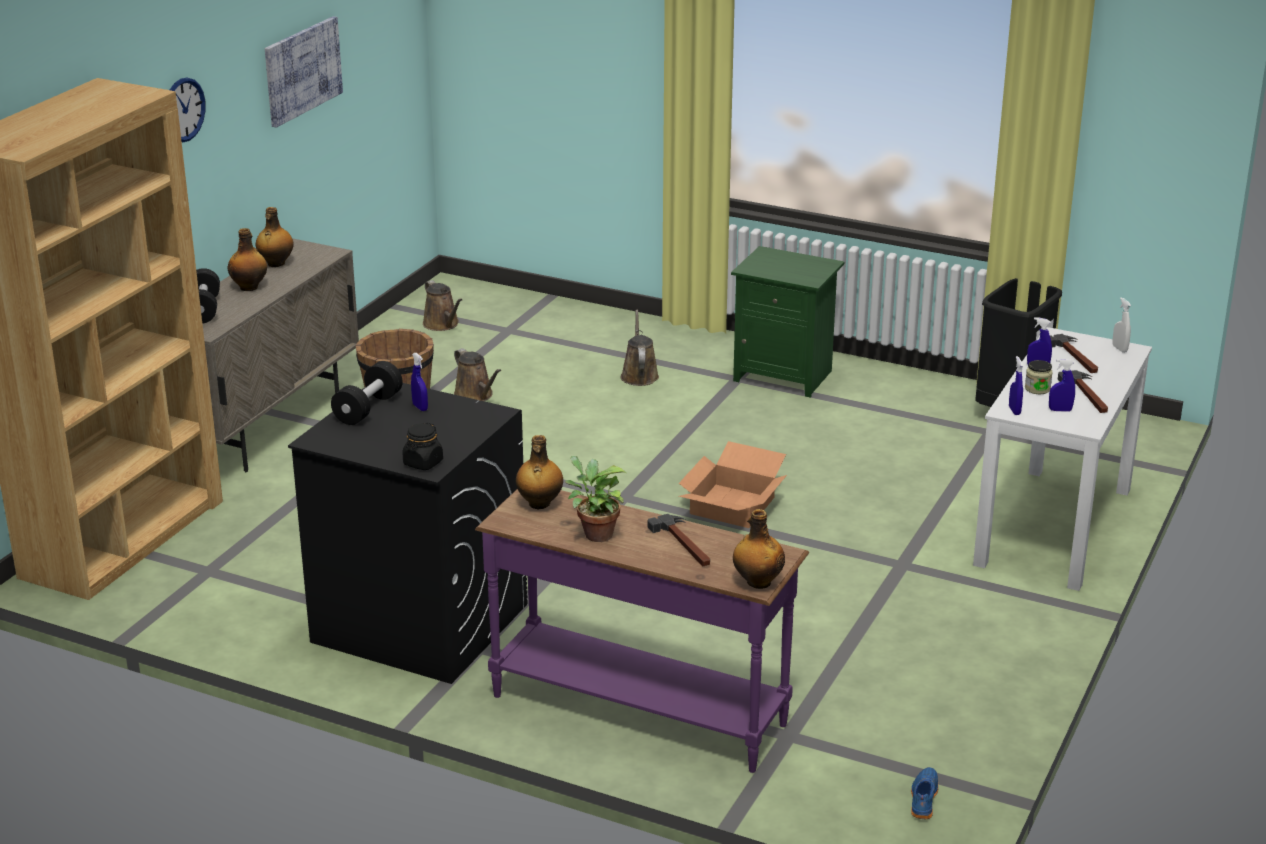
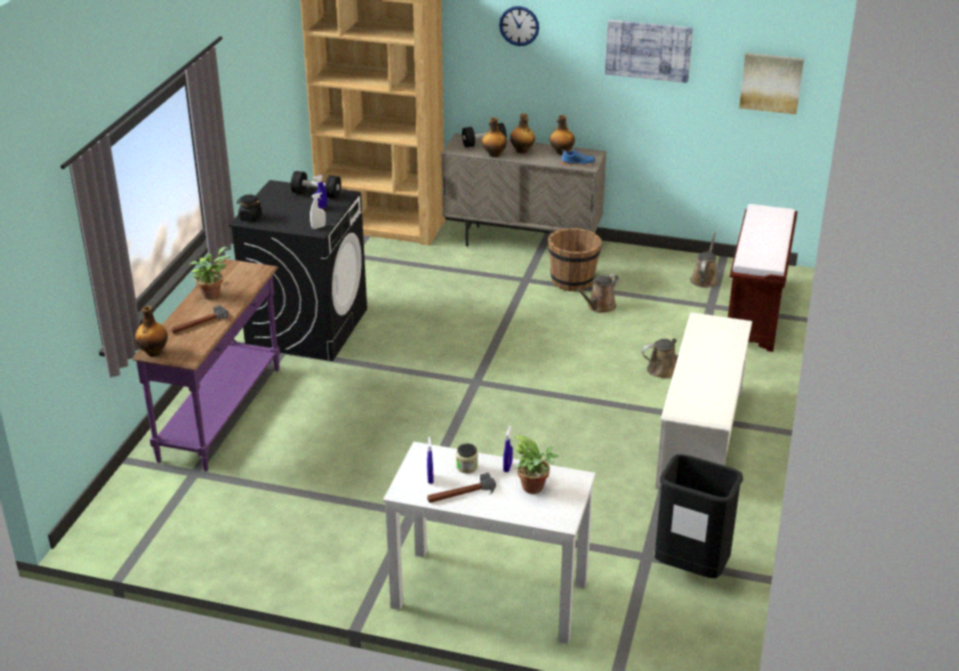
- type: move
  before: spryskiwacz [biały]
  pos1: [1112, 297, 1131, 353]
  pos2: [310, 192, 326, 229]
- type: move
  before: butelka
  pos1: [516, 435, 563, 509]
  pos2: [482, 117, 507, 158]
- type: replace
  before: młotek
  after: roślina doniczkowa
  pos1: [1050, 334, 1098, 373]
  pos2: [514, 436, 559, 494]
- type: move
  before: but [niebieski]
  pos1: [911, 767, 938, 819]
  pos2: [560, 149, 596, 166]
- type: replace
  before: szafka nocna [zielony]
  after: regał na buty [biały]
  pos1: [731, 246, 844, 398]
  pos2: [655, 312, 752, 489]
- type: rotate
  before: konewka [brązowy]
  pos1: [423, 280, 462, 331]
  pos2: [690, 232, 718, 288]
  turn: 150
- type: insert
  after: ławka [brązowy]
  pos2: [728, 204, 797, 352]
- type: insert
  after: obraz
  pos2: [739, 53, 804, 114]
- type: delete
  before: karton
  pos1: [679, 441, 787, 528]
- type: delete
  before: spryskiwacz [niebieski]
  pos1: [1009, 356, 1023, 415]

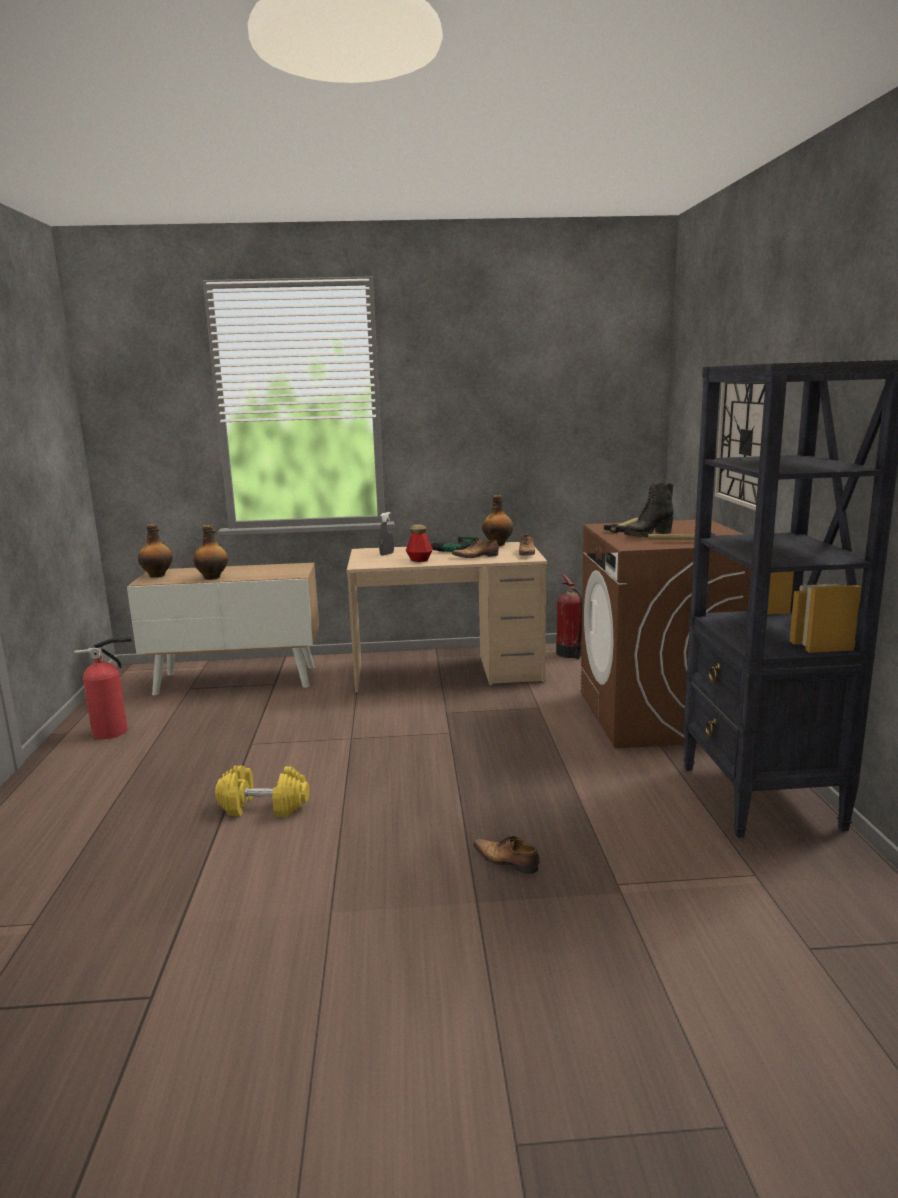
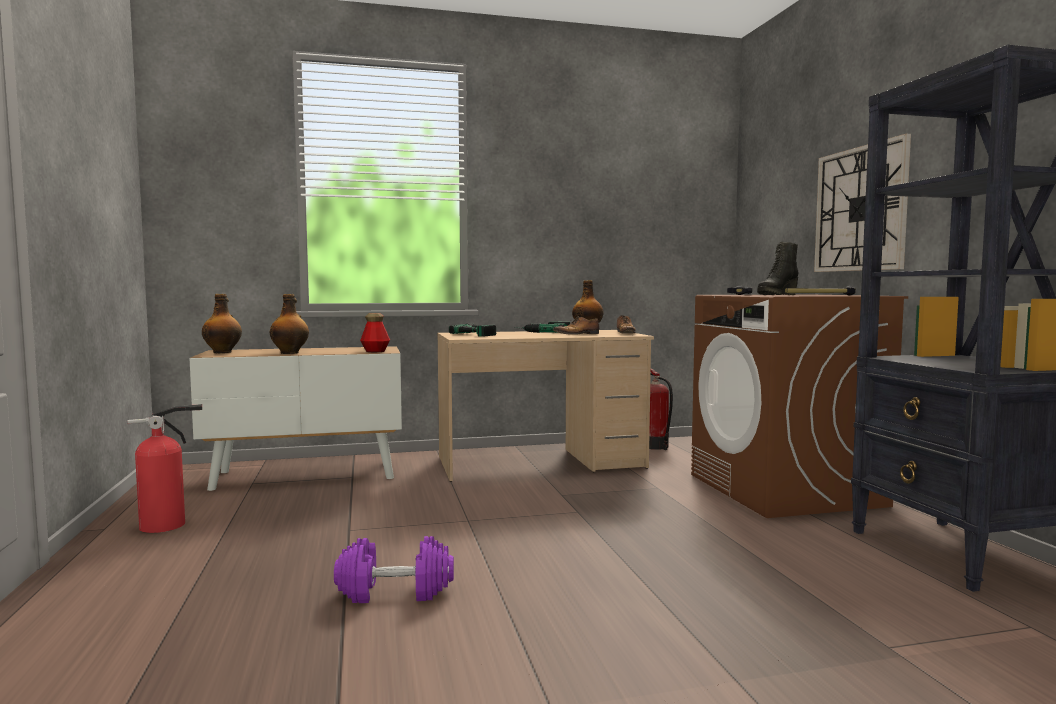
- type: recolor
  before: hantel [żółty]
  after: hantel [fioletowy]
  pos1: [215, 766, 310, 817]
  pos2: [334, 536, 454, 603]
- type: move
  before: butelka
  pos1: [406, 524, 433, 562]
  pos2: [360, 313, 390, 352]
- type: replace
  before: spryskiwacz [szary]
  after: wiertarka
  pos1: [379, 512, 394, 556]
  pos2: [449, 324, 496, 337]
- type: delete
  before: but
  pos1: [473, 835, 540, 874]

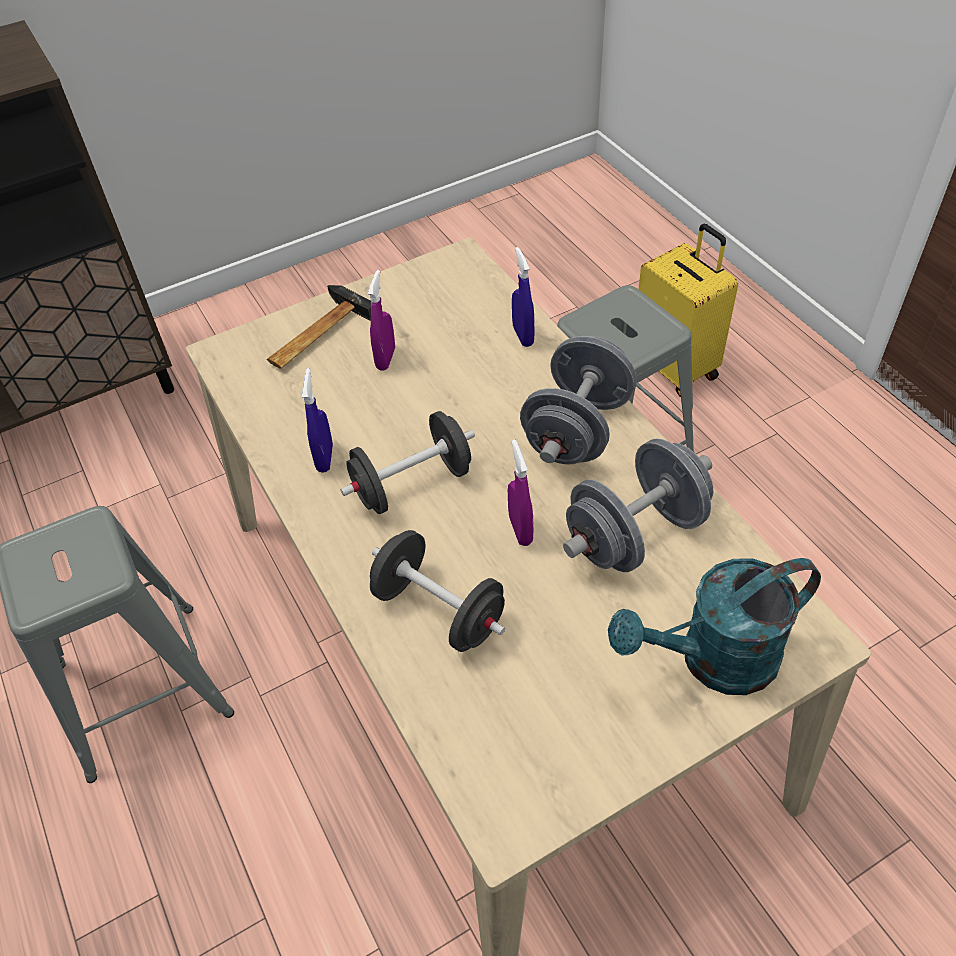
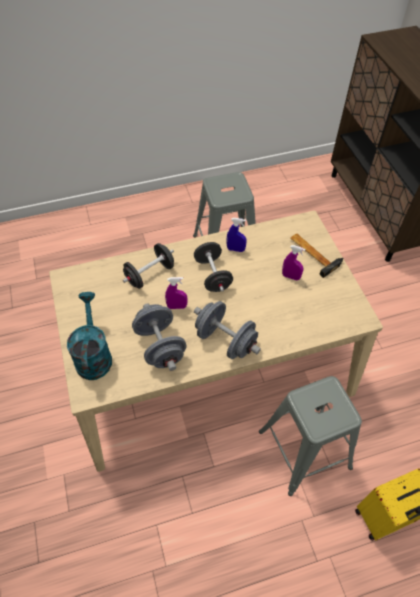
- type: delete
  before: spryskiwacz [niebieski]
  pos1: [512, 247, 535, 347]

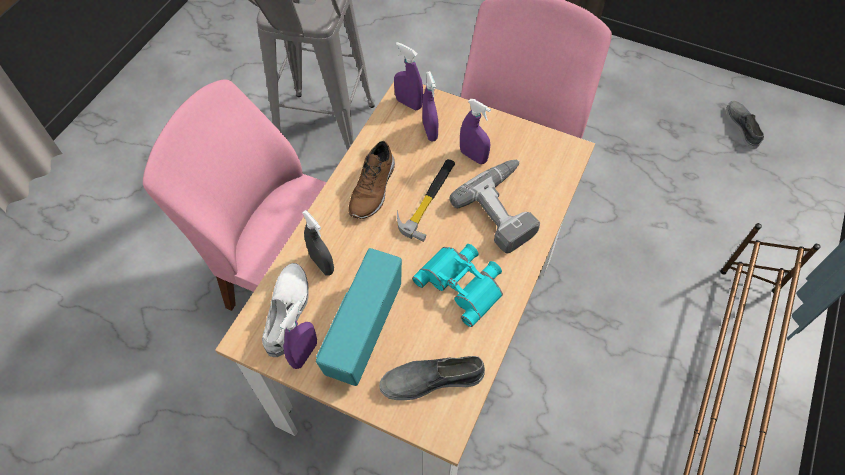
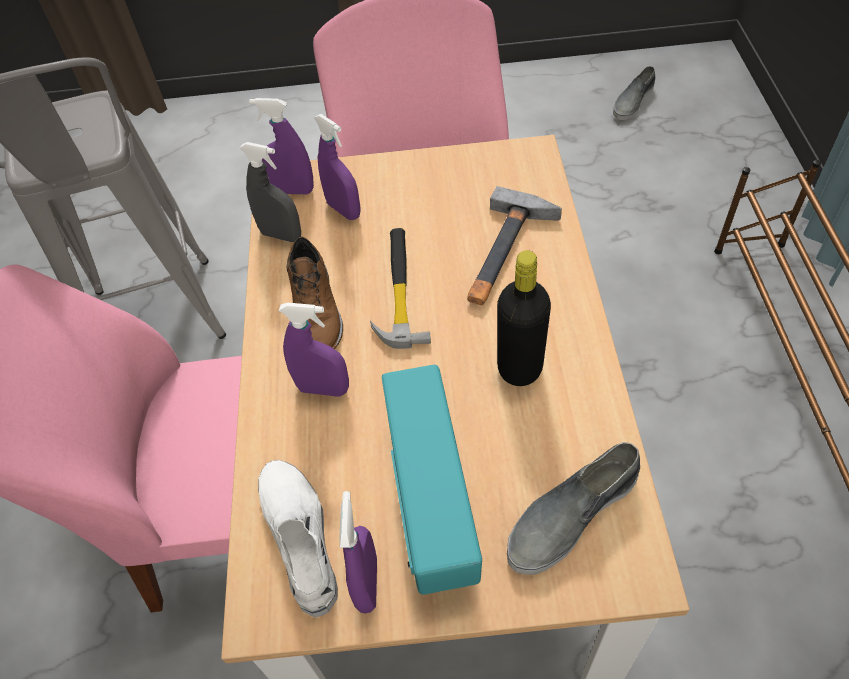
- type: move
  before: spryskiwacz [szary]
  pos1: [302, 210, 334, 276]
  pos2: [240, 142, 301, 242]
- type: move
  before: spryskiwacz [fioletowy]
  pos1: [460, 99, 491, 164]
  pos2: [279, 303, 349, 397]
- type: replace
  before: wiertarka
  after: młotek
  pos1: [449, 160, 540, 254]
  pos2: [467, 186, 562, 305]
- type: replace
  before: lornetka [turkusowy]
  after: butelka [czarny]
  pos1: [412, 244, 503, 327]
  pos2: [497, 250, 551, 386]
- type: rotate
  before: but [szary]
  pos1: [726, 101, 764, 149]
  pos2: [613, 66, 655, 120]
  turn: -105

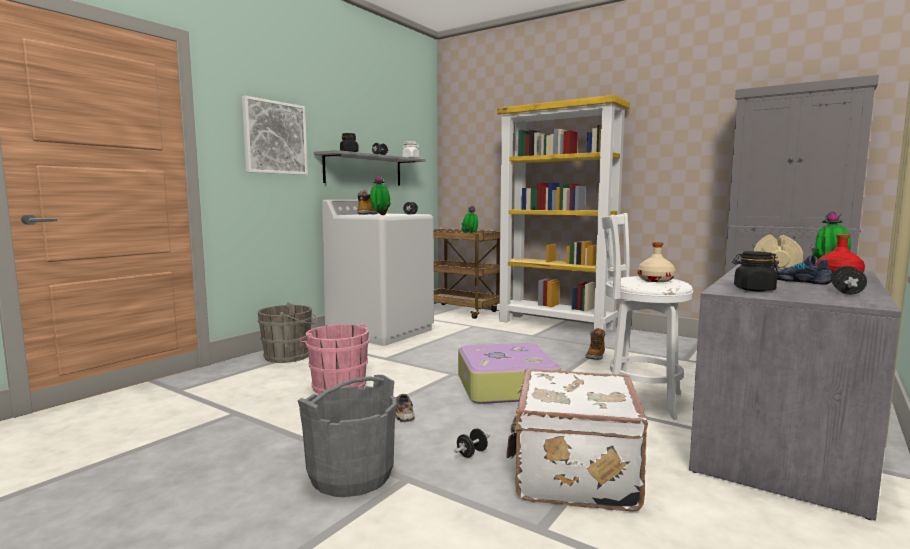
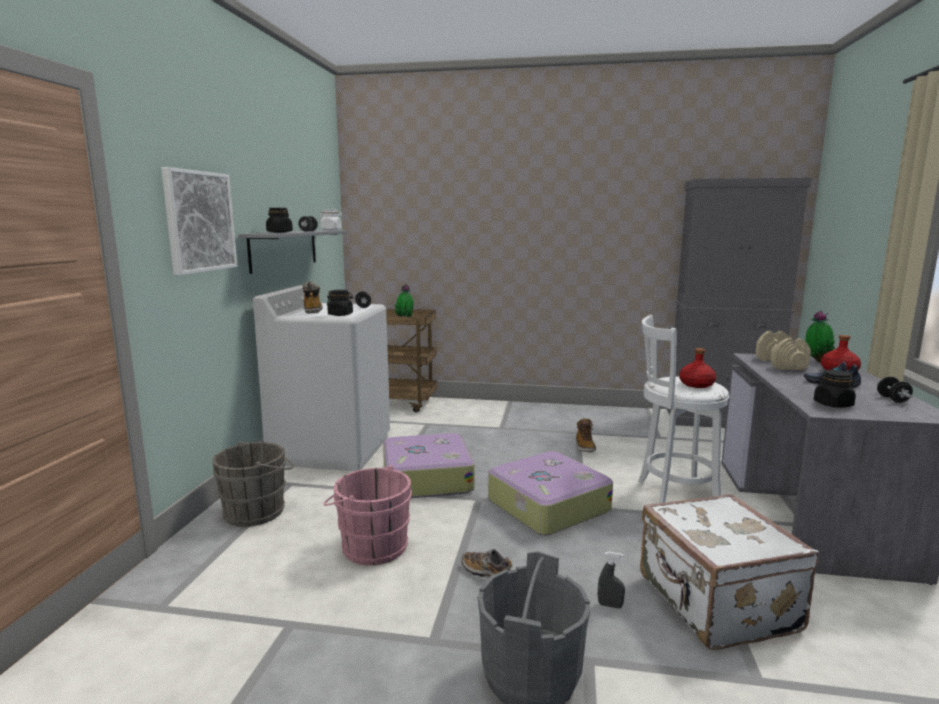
- type: replace
  before: roślina doniczkowa
  after: słoik [czarny]
  pos1: [370, 175, 391, 215]
  pos2: [327, 290, 354, 316]
- type: insert
  after: walizka
  pos2: [383, 433, 474, 498]
- type: replace
  before: hantel [czarny]
  after: spryskiwacz [szary]
  pos1: [454, 428, 490, 458]
  pos2: [598, 552, 625, 609]
- type: recolor
  before: butelka [beżowy]
  after: butelka [czerwony]
  pos1: [638, 242, 676, 282]
  pos2: [679, 348, 716, 388]
- type: delete
  before: regał [żółty]
  pos1: [497, 95, 630, 332]

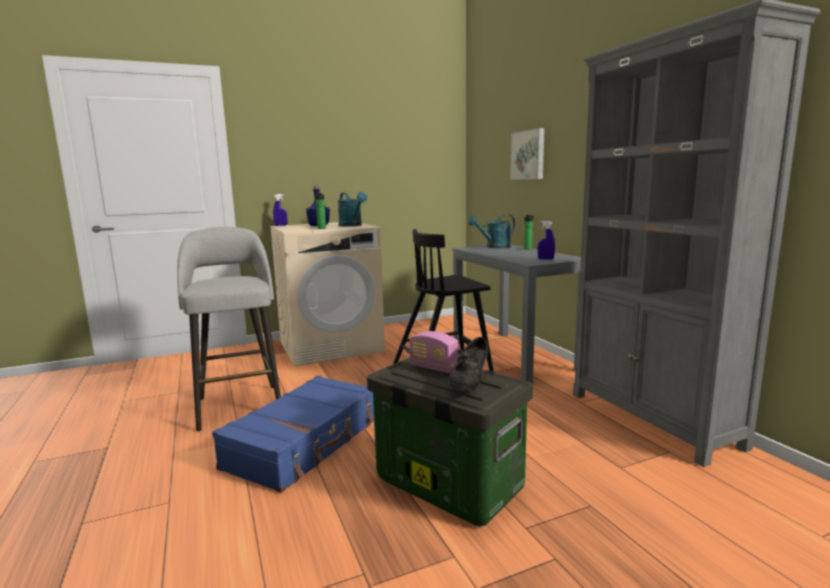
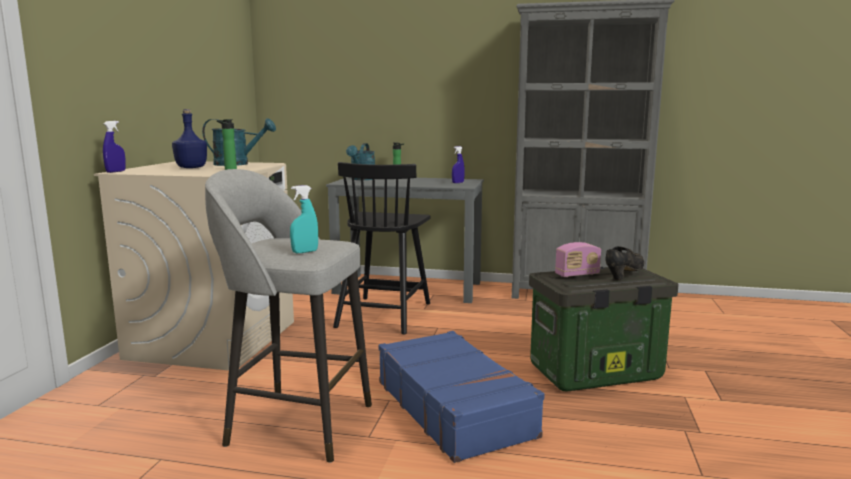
- type: insert
  after: spryskiwacz [turkusowy]
  pos2: [290, 185, 318, 253]
- type: rotate
  before: but [czarny]
  pos1: [449, 337, 488, 391]
  pos2: [605, 246, 644, 280]
  turn: -105
- type: delete
  before: obraz
  pos1: [510, 128, 545, 180]

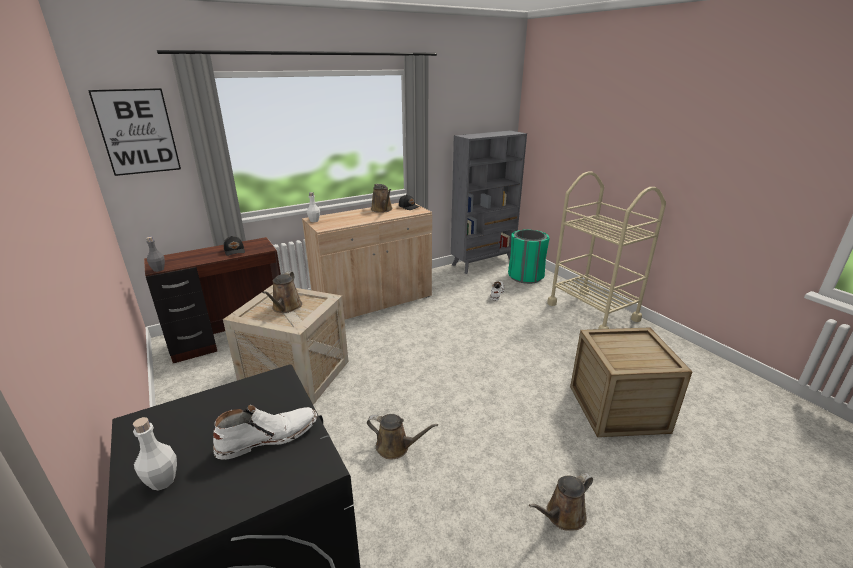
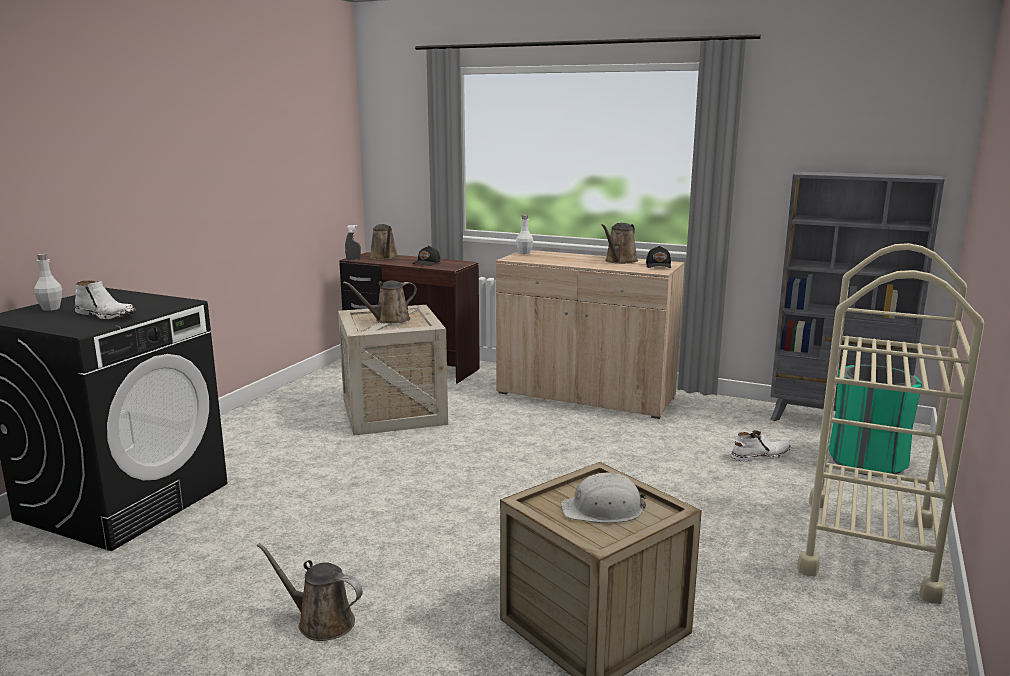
- type: replace
  before: butelka [szary]
  after: spryskiwacz [szary]
  pos1: [146, 237, 165, 272]
  pos2: [345, 225, 361, 260]
- type: move
  before: konewka [brązowy]
  pos1: [367, 414, 438, 460]
  pos2: [370, 224, 398, 260]
- type: insert
  after: kask [biały]
  pos2: [561, 472, 647, 523]
- type: delete
  before: obraz
  pos1: [88, 88, 181, 176]

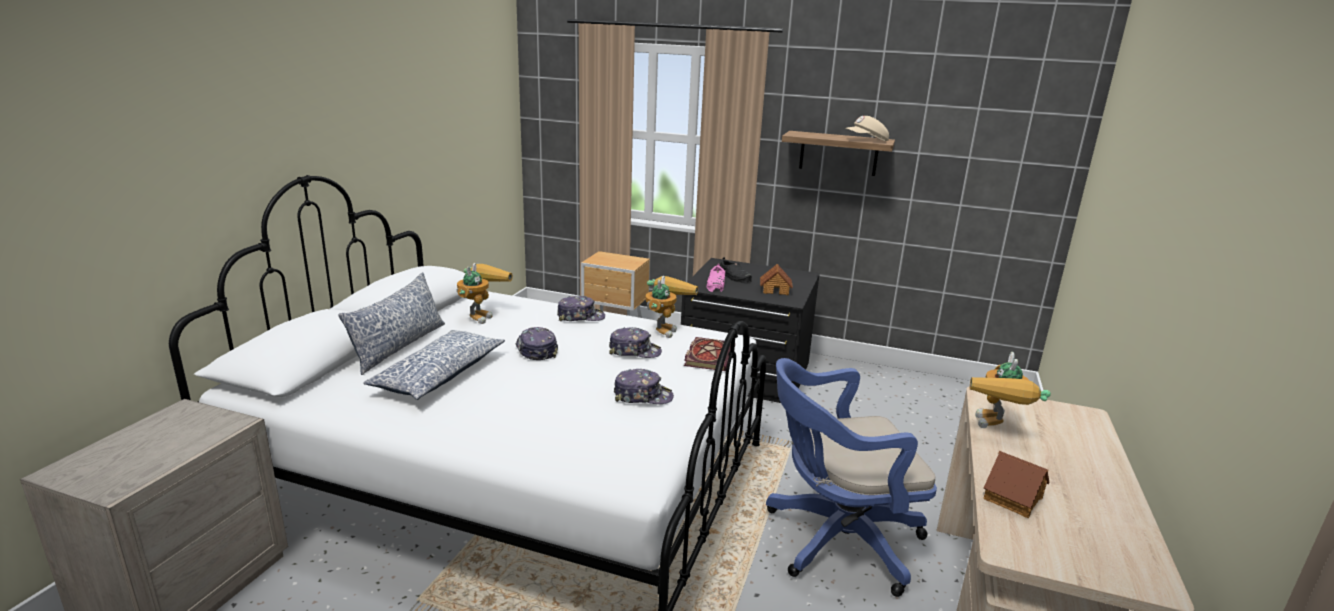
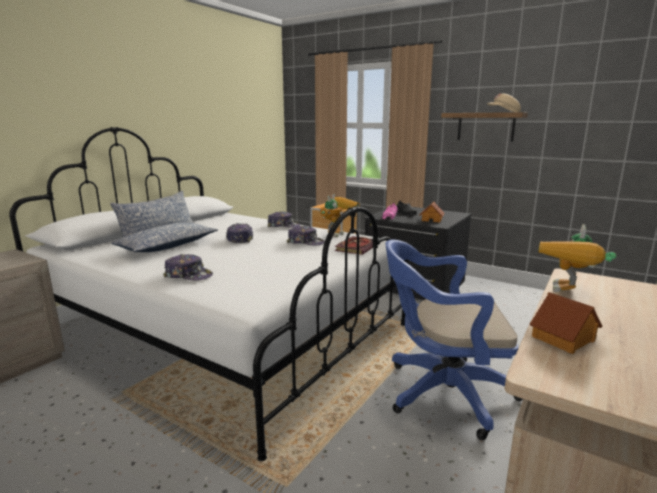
- type: move
  before: czapka z daszkiem
  pos1: [614, 369, 674, 404]
  pos2: [164, 254, 213, 280]
- type: delete
  before: robot zabawkowy
  pos1: [456, 263, 513, 324]

